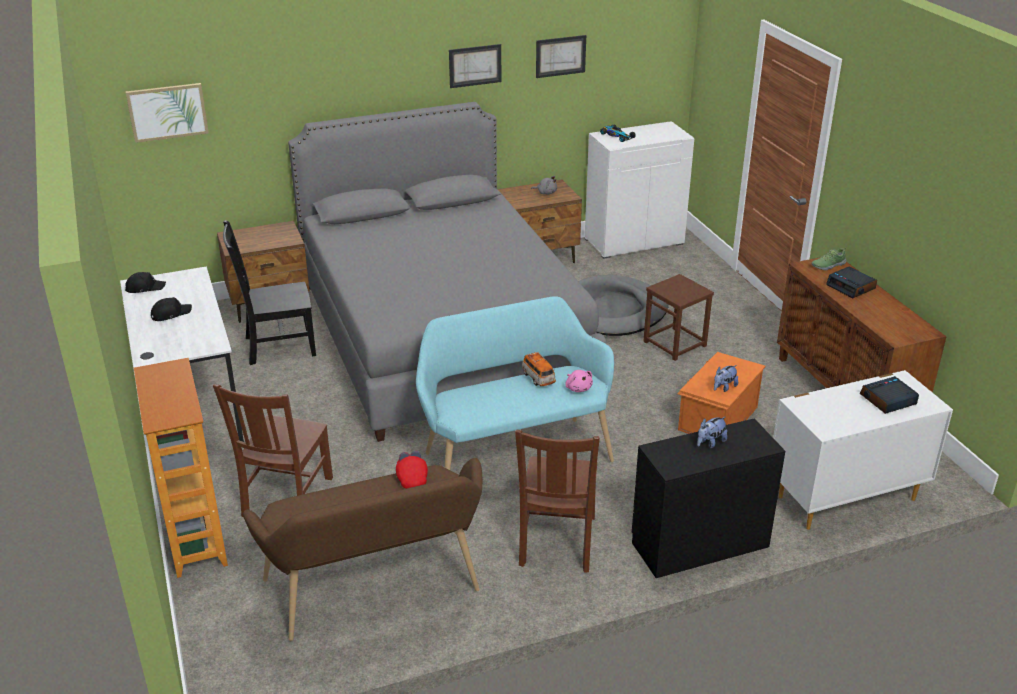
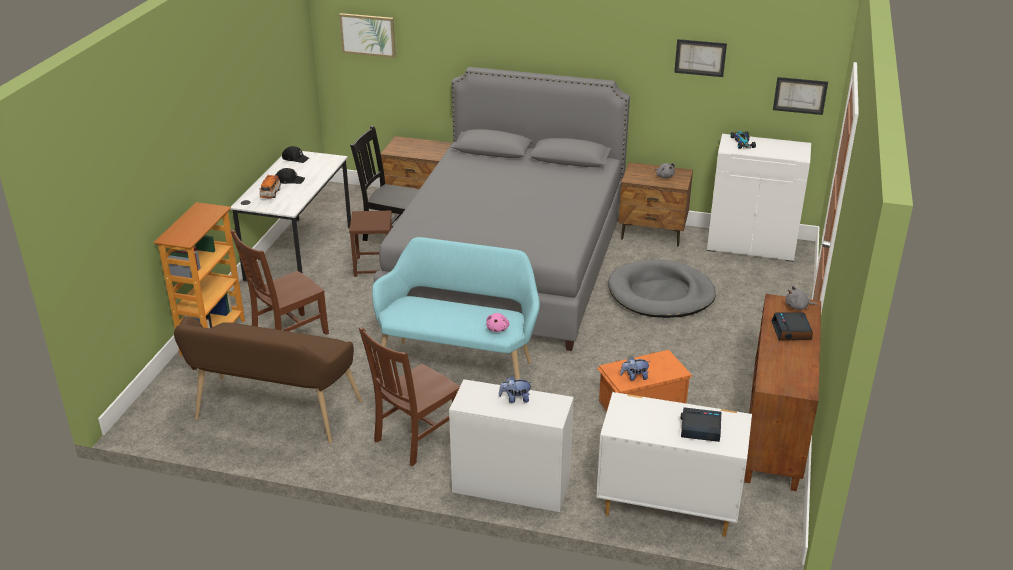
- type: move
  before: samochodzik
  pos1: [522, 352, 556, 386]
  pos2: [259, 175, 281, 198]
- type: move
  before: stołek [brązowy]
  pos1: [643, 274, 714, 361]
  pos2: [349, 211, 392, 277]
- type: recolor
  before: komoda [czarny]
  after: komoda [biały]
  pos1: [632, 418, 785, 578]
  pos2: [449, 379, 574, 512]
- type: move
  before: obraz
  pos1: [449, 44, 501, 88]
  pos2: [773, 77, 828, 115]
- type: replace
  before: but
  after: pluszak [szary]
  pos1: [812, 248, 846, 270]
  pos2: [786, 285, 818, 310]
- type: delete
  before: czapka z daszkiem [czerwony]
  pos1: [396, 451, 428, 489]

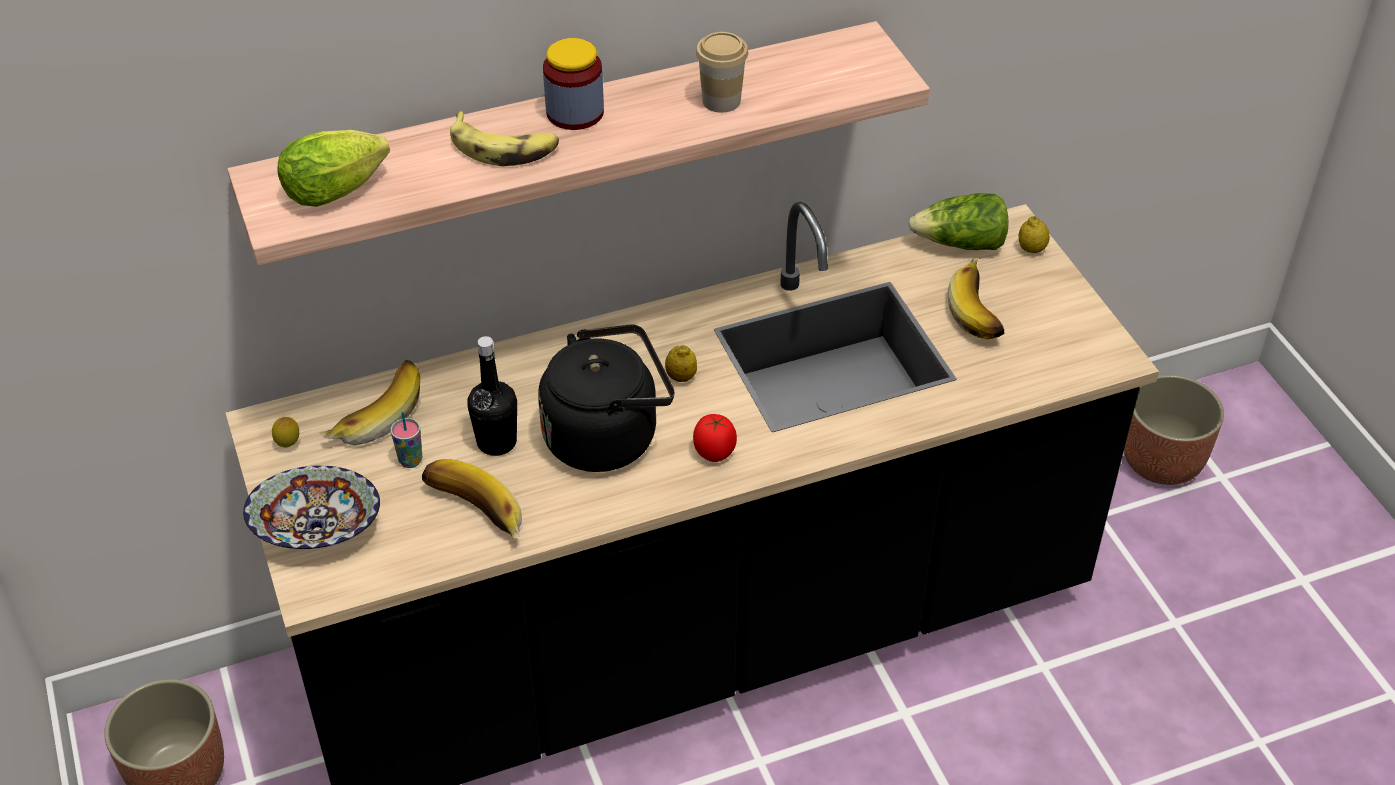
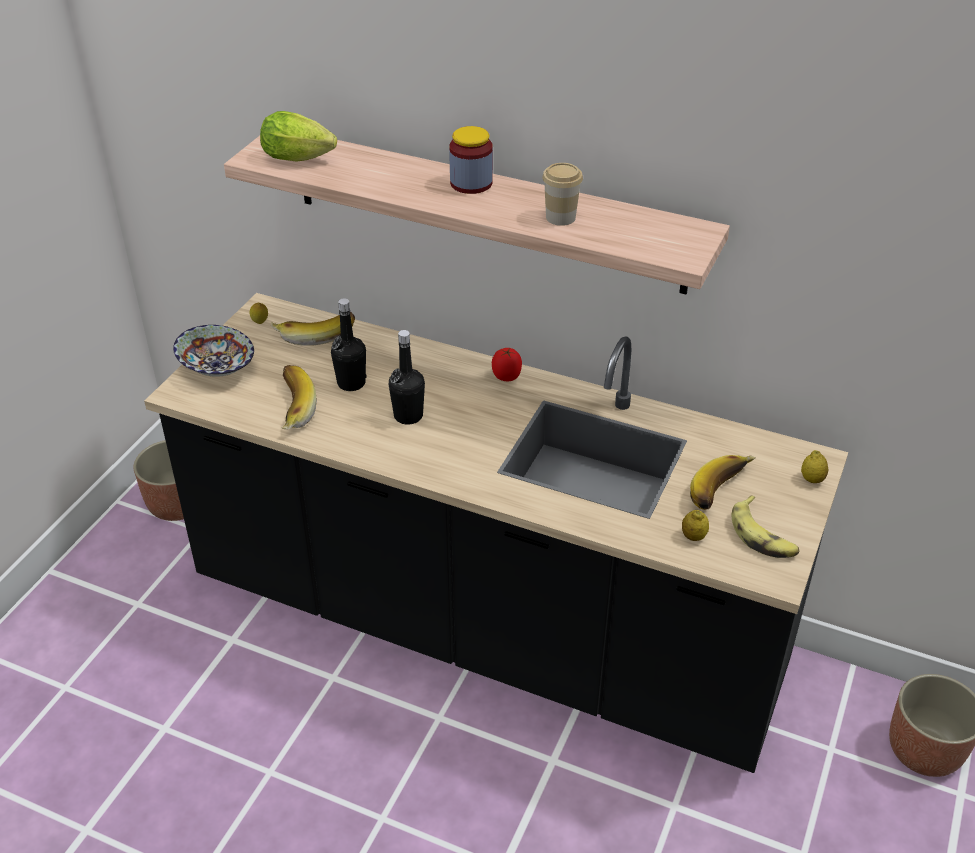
- type: replace
  before: czajnik [czarny]
  after: butelka [czarny]
  pos1: [538, 324, 674, 472]
  pos2: [389, 330, 425, 425]
- type: move
  before: pomidor
  pos1: [693, 414, 737, 462]
  pos2: [492, 348, 522, 381]
- type: move
  before: cytryna
  pos1: [665, 345, 697, 382]
  pos2: [682, 510, 709, 541]
- type: move
  before: banan
  pos1: [450, 111, 559, 166]
  pos2: [732, 495, 800, 558]
- type: delete
  before: filiżanka
  pos1: [391, 411, 422, 468]
- type: delete
  before: sałata
  pos1: [908, 193, 1008, 250]

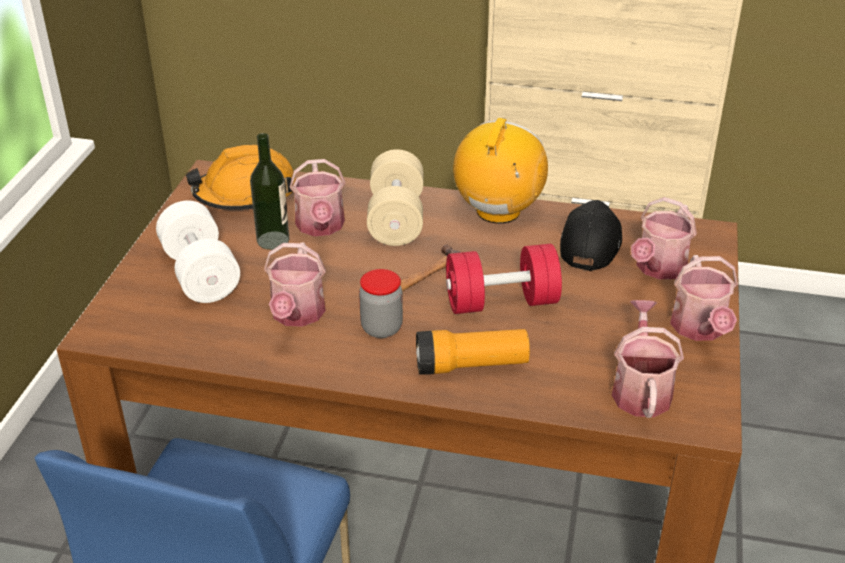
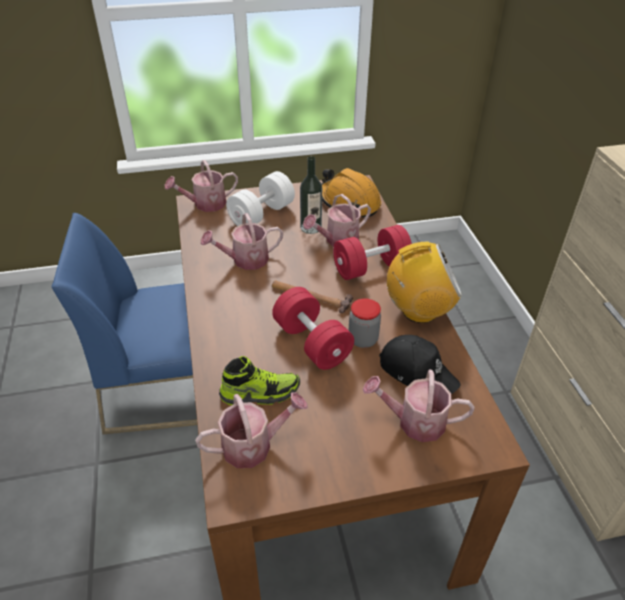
- type: move
  before: konewka
  pos1: [670, 255, 738, 341]
  pos2: [165, 160, 238, 212]
- type: insert
  after: but
  pos2: [219, 356, 300, 405]
- type: recolor
  before: hantel [beżowy]
  after: hantel [czerwony]
  pos1: [367, 149, 423, 246]
  pos2: [333, 225, 412, 280]
- type: move
  before: słoik
  pos1: [359, 269, 403, 338]
  pos2: [348, 298, 381, 348]
- type: rotate
  before: czapka z daszkiem [czarny]
  pos1: [560, 200, 622, 271]
  pos2: [379, 335, 460, 394]
  turn: 45
- type: delete
  before: latarka
  pos1: [416, 329, 530, 375]

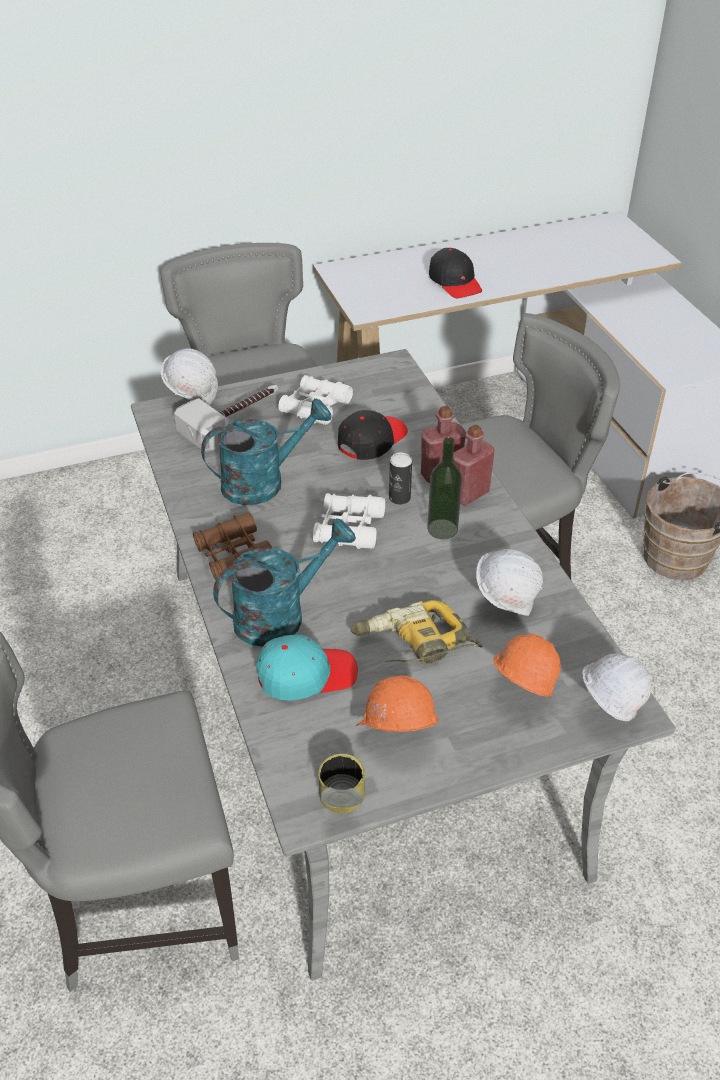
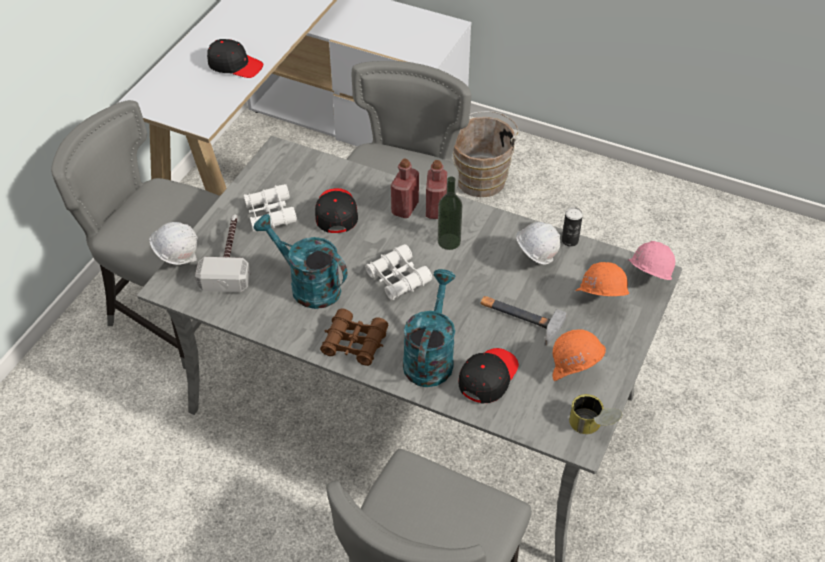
- type: rotate
  before: konewka [turkusowy]
  pos1: [201, 399, 332, 505]
  pos2: [253, 214, 348, 309]
  turn: -75
- type: recolor
  before: czapka z daszkiem [turkusowy]
  after: czapka z daszkiem [czarny]
  pos1: [256, 635, 358, 701]
  pos2: [458, 348, 519, 403]
- type: replace
  before: wiertarka
  after: młotek
  pos1: [350, 600, 483, 665]
  pos2: [481, 296, 567, 346]
- type: move
  before: puszka
  pos1: [389, 453, 412, 505]
  pos2: [562, 207, 583, 247]
- type: recolor
  before: kask [biały]
  after: kask [różowy]
  pos1: [582, 653, 651, 721]
  pos2: [628, 241, 675, 280]

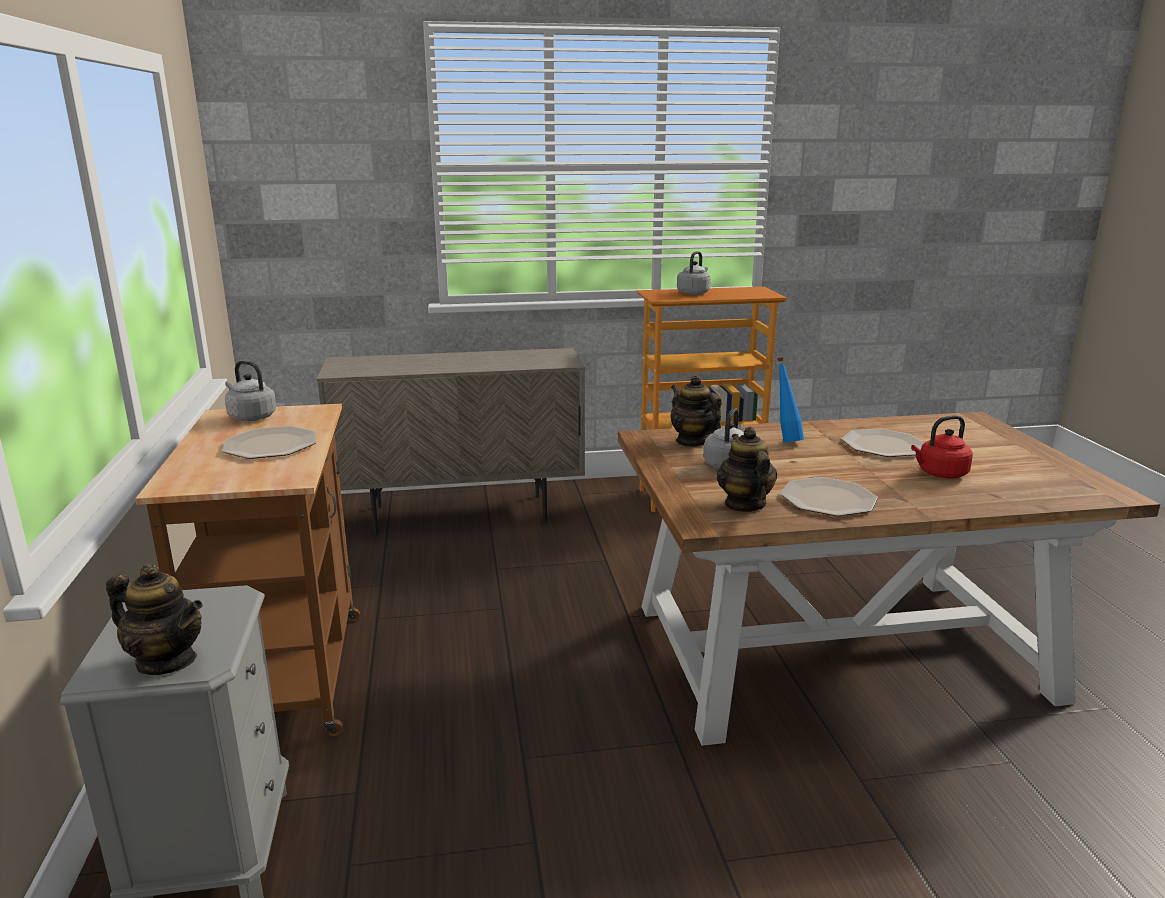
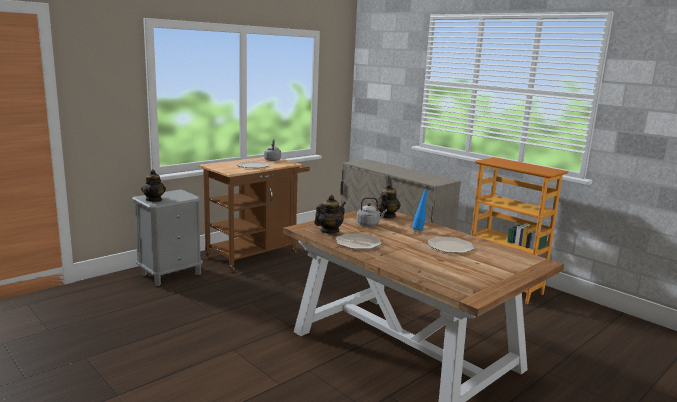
- type: delete
  before: czajnik [szary]
  pos1: [677, 251, 711, 295]
- type: delete
  before: czajnik [czerwony]
  pos1: [911, 415, 973, 478]

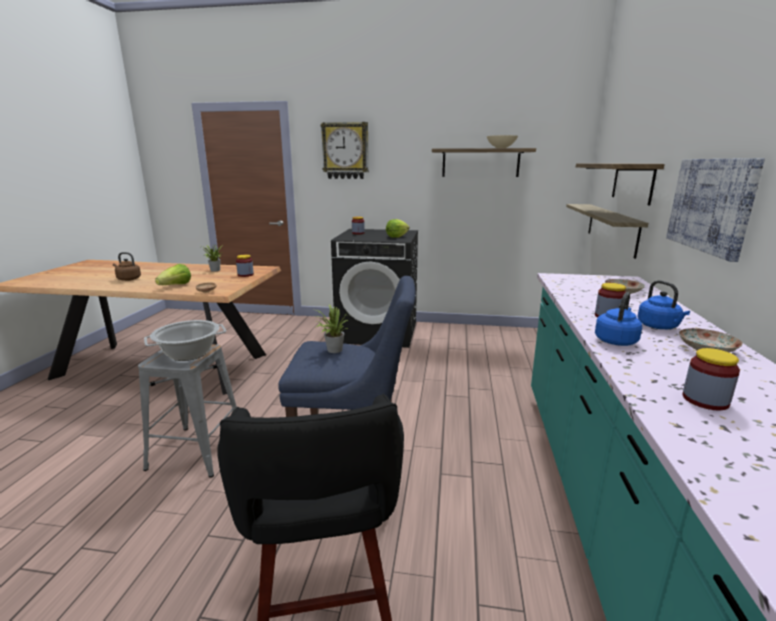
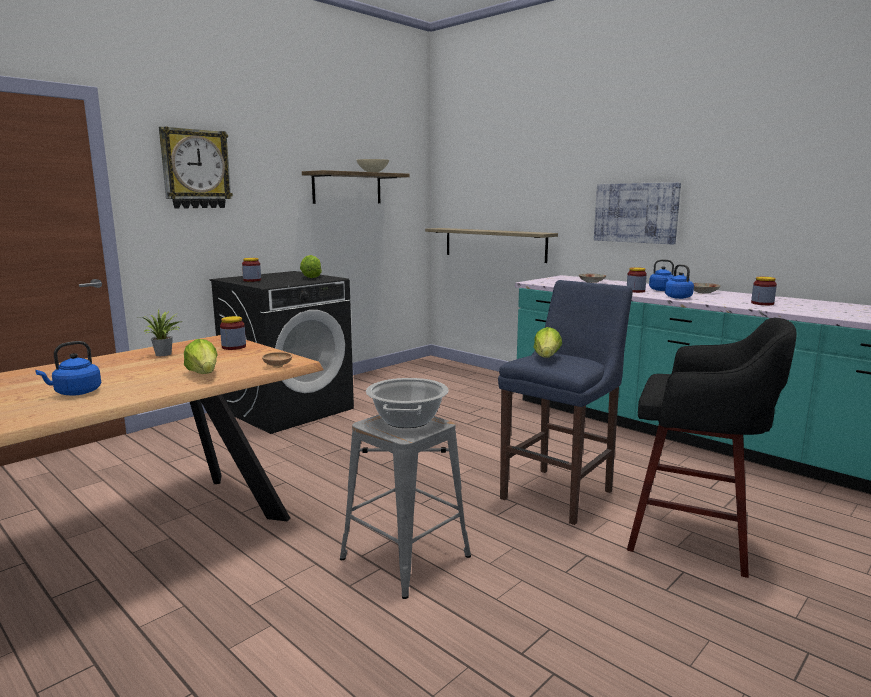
- type: recolor
  before: czajnik [brązowy]
  after: czajnik [niebieski]
  pos1: [113, 252, 141, 281]
  pos2: [35, 341, 101, 396]
- type: replace
  before: roślina doniczkowa
  after: sałata
  pos1: [316, 304, 349, 353]
  pos2: [533, 327, 562, 357]
- type: delete
  before: półka
  pos1: [576, 163, 665, 205]

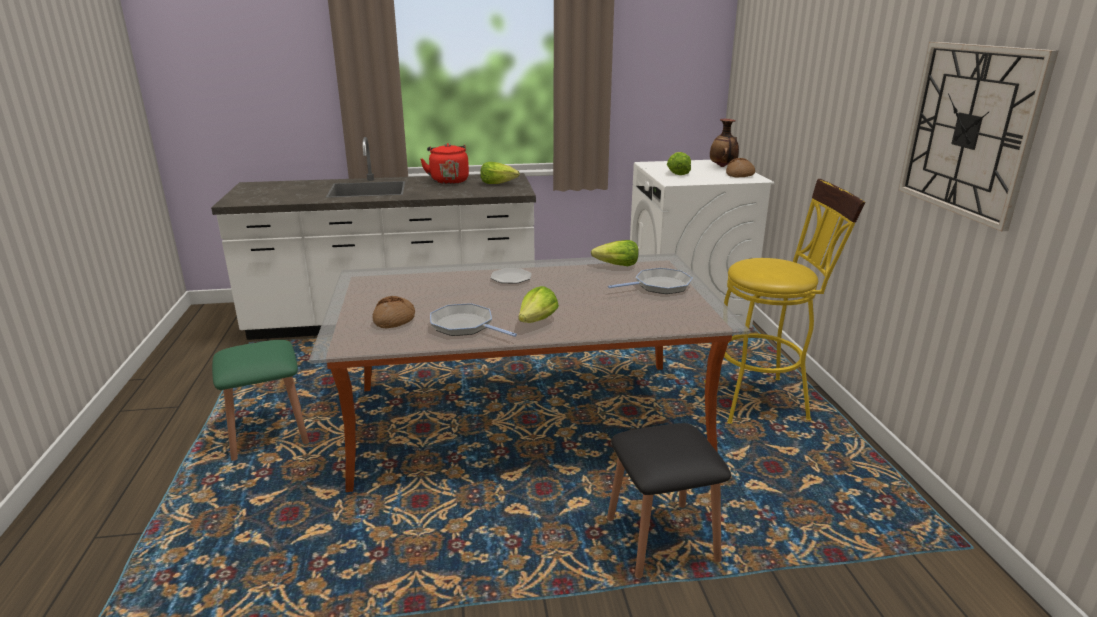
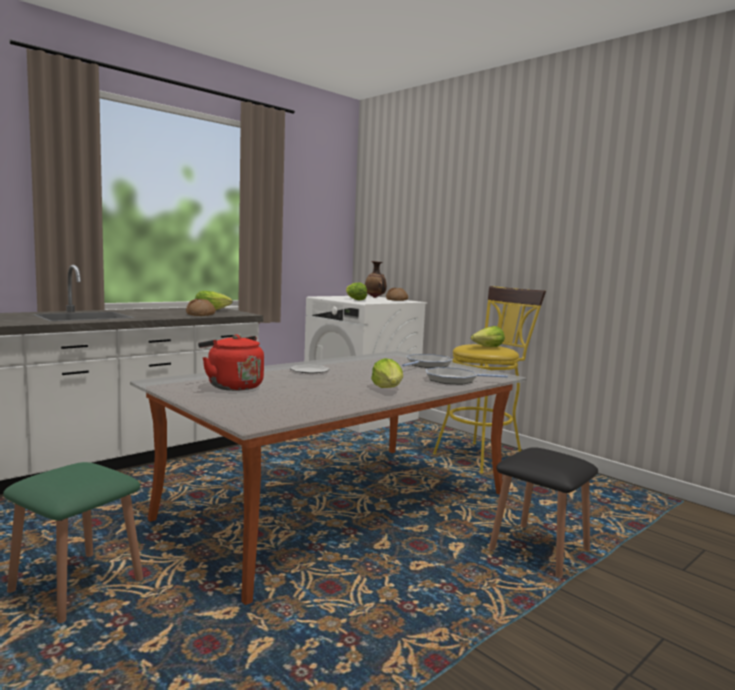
- type: move
  before: chleb
  pos1: [372, 296, 415, 328]
  pos2: [186, 299, 216, 316]
- type: move
  before: czajnik [czerwony]
  pos1: [420, 143, 469, 184]
  pos2: [198, 334, 264, 391]
- type: move
  before: patelnia
  pos1: [430, 303, 517, 337]
  pos2: [426, 367, 508, 385]
- type: move
  before: sałata
  pos1: [591, 240, 639, 266]
  pos2: [471, 326, 505, 347]
- type: delete
  before: zegar ścienny
  pos1: [899, 42, 1058, 231]

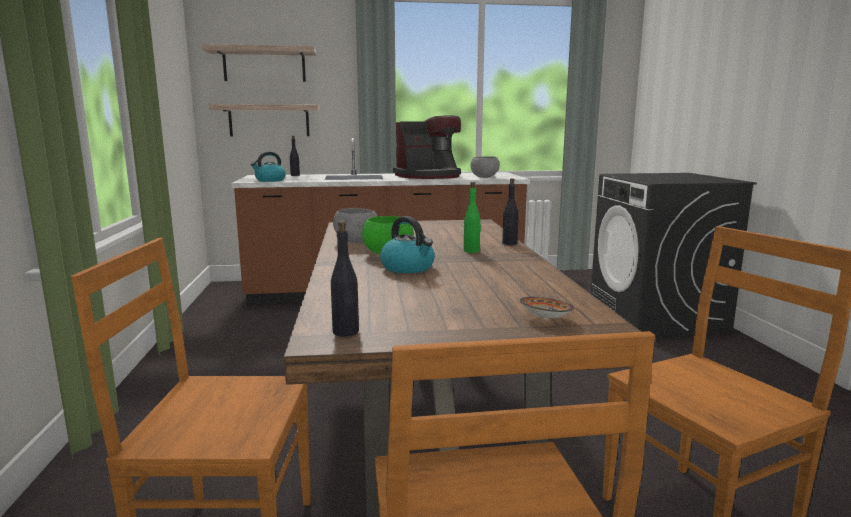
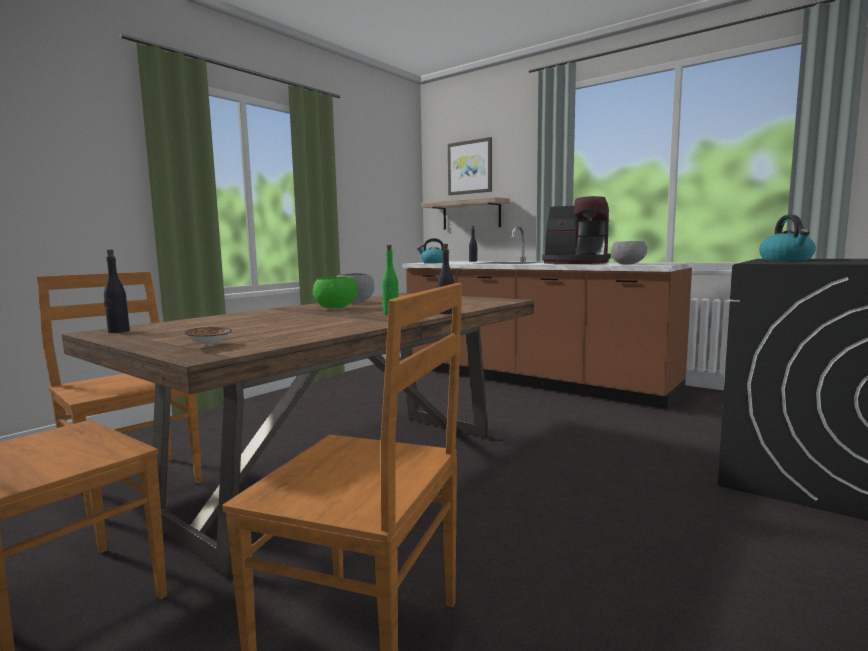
- type: replace
  before: półka
  after: obraz
  pos1: [202, 44, 316, 82]
  pos2: [448, 137, 492, 195]
- type: move
  before: czajnik
  pos1: [380, 216, 435, 273]
  pos2: [759, 215, 816, 261]

